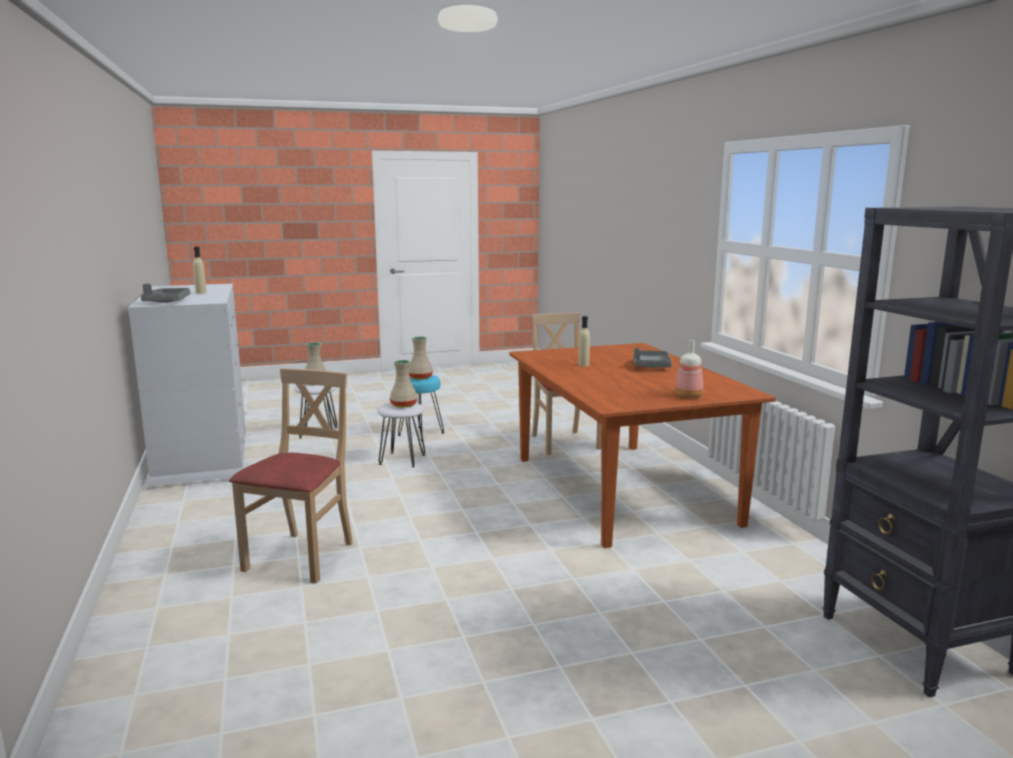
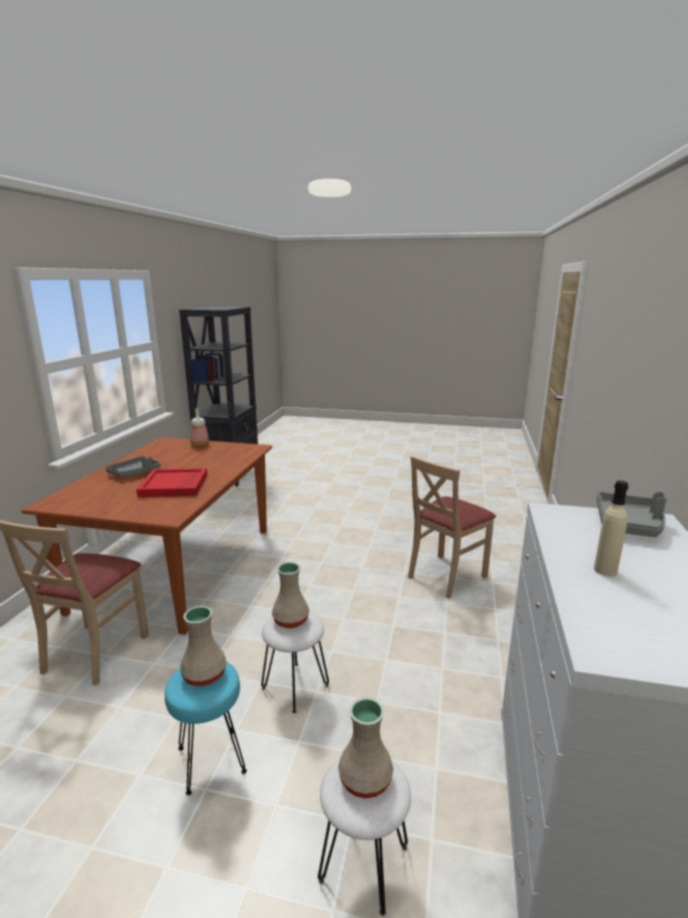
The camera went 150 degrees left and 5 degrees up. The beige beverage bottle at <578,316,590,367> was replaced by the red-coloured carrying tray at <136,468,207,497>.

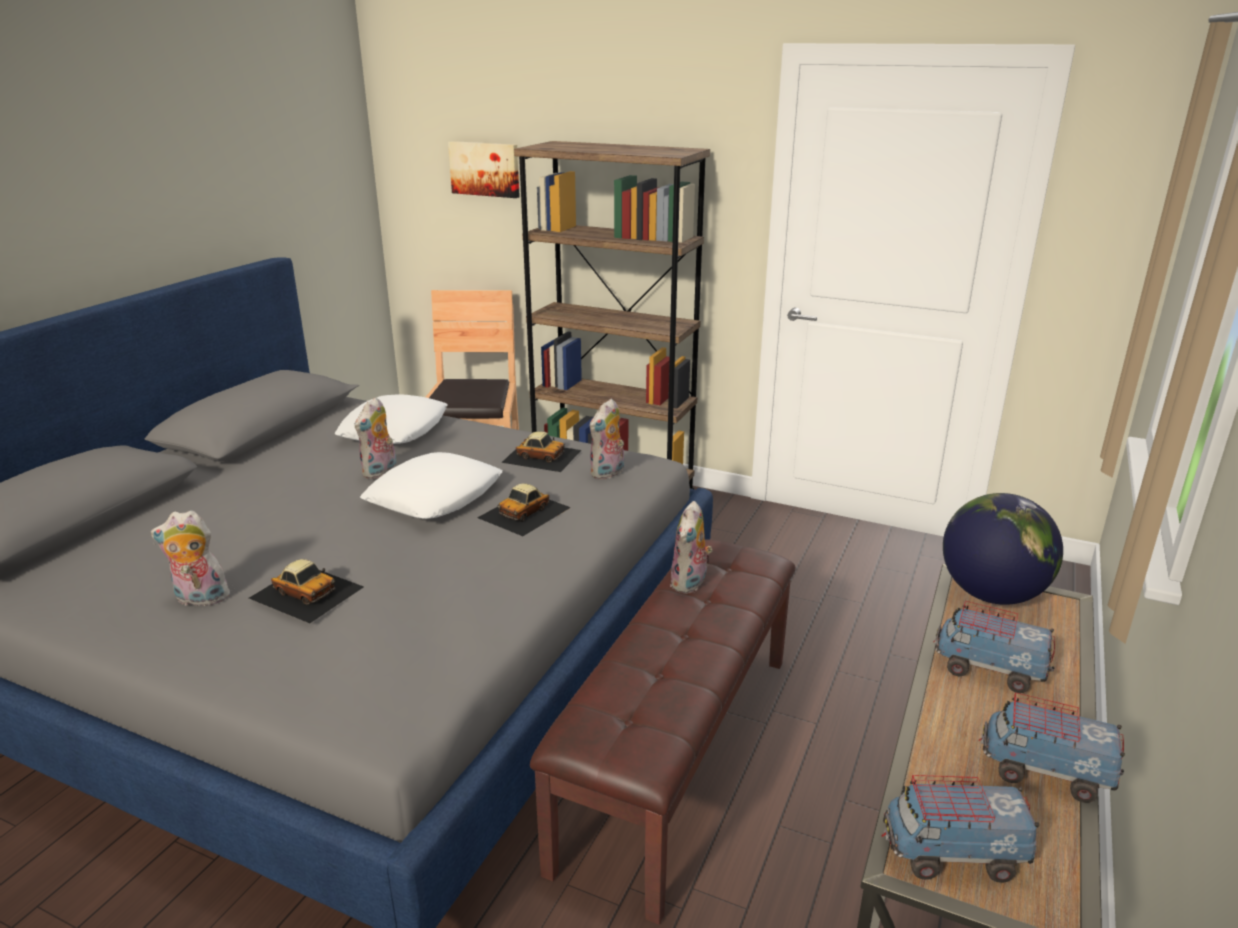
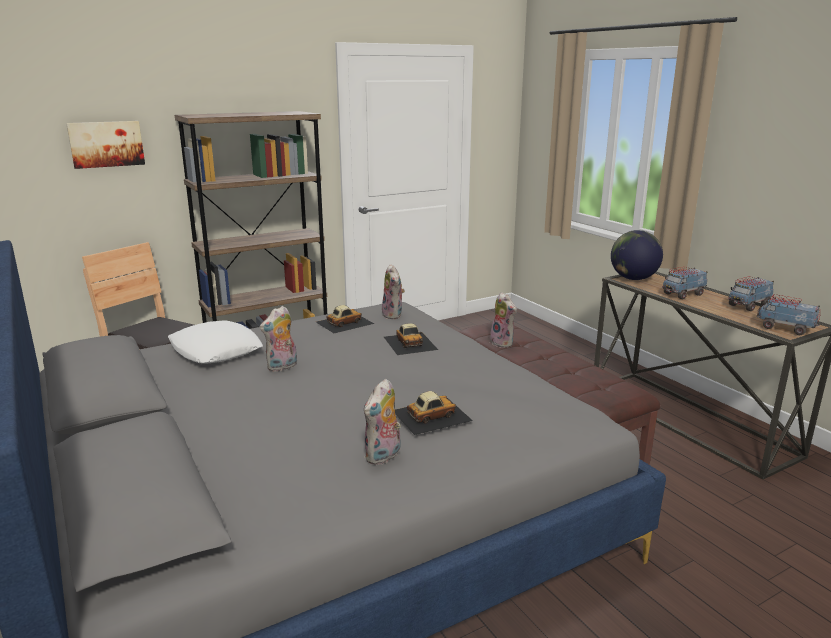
The camera went 55 degrees left and 5 degrees down. The plush toy at <354,397,397,479> turned 75 degrees clockwise. The whitish throw pillow at <360,452,502,519> disappeared. The model truck at <882,775,1039,883> turned 90 degrees clockwise.

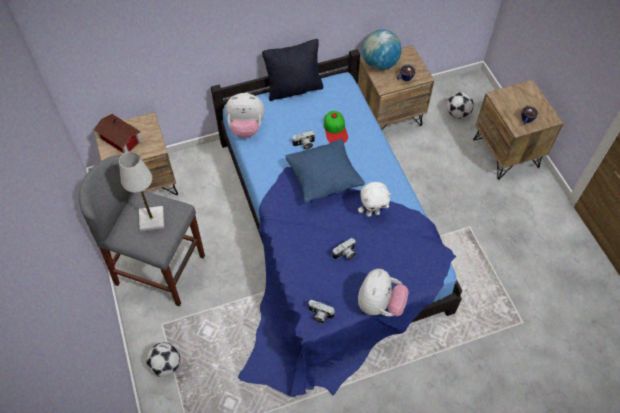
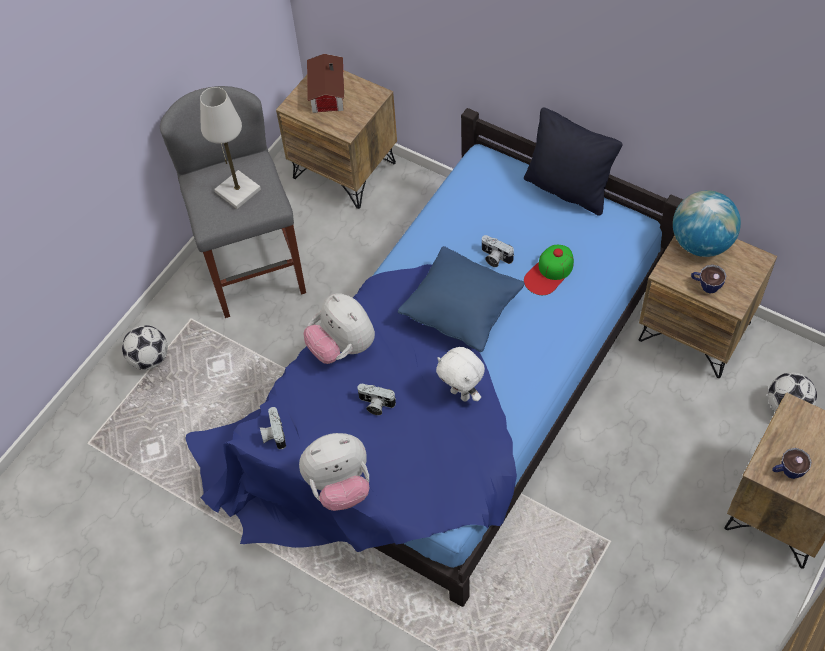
The camera went 55 degrees right and 0 degrees up. The plush toy moved from <226,93,265,138> to <303,293,375,364>.

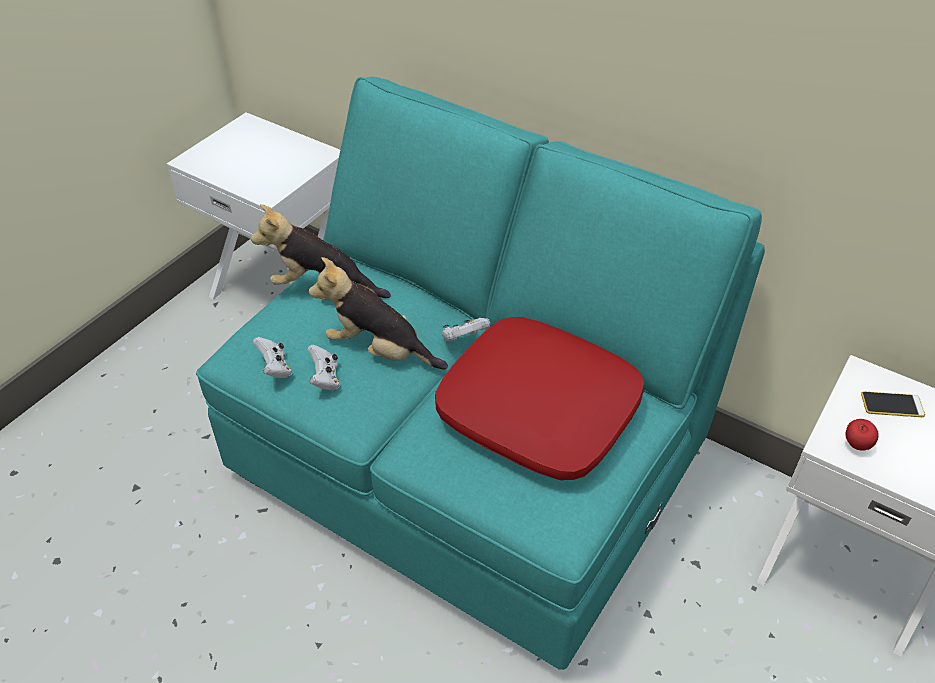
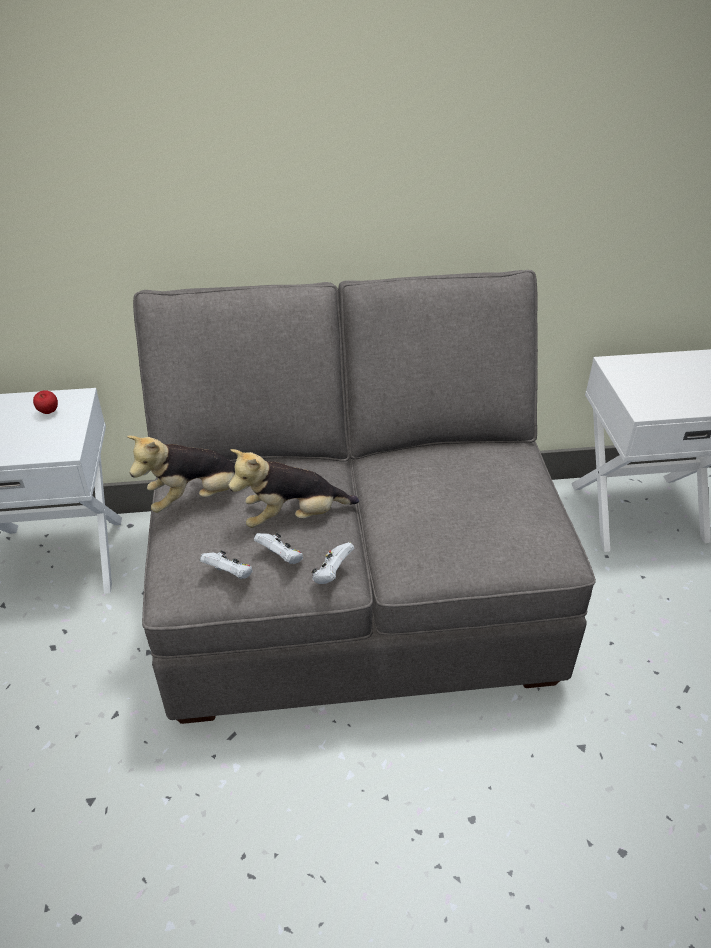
The camera went 40 degrees left and 5 degrees down. The turquoise-coloured couch at <196,77,765,670> became the grey couch at <133,270,596,724>. The red-coloured throw pillow at <435,317,644,480> disappeared. The whitish joypad moved from <442,318,490,342> to <311,542,354,584>. The phone at <861,391,925,417> disappeared. The apple moved from <845,419,879,451> to <33,390,58,414>.

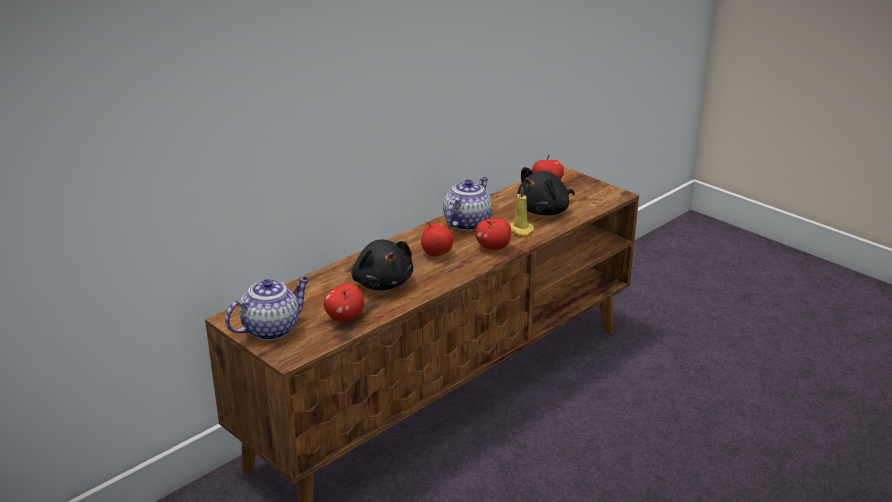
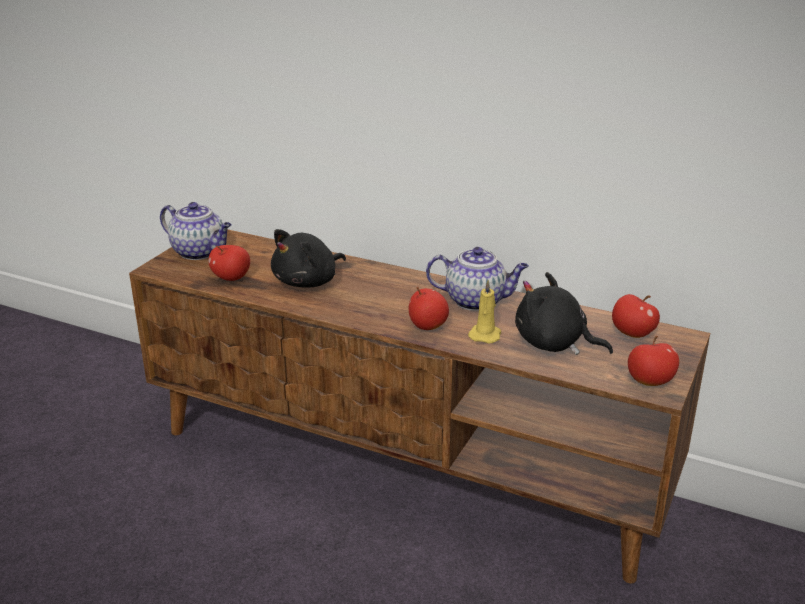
The camera went 70 degrees right and 0 degrees up. The apple moved from <421,221,453,257> to <628,336,679,386>.

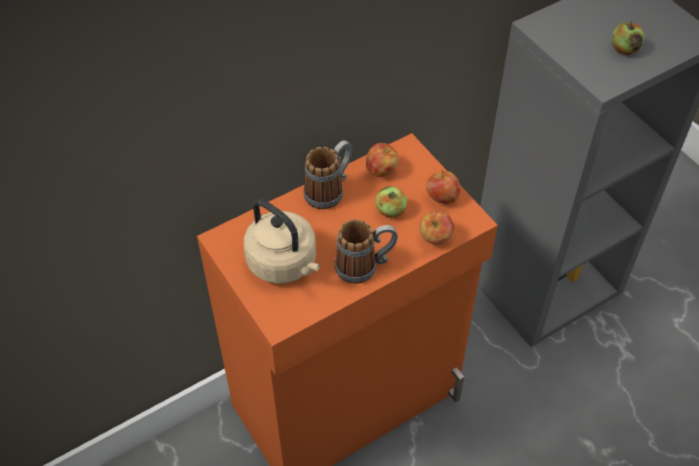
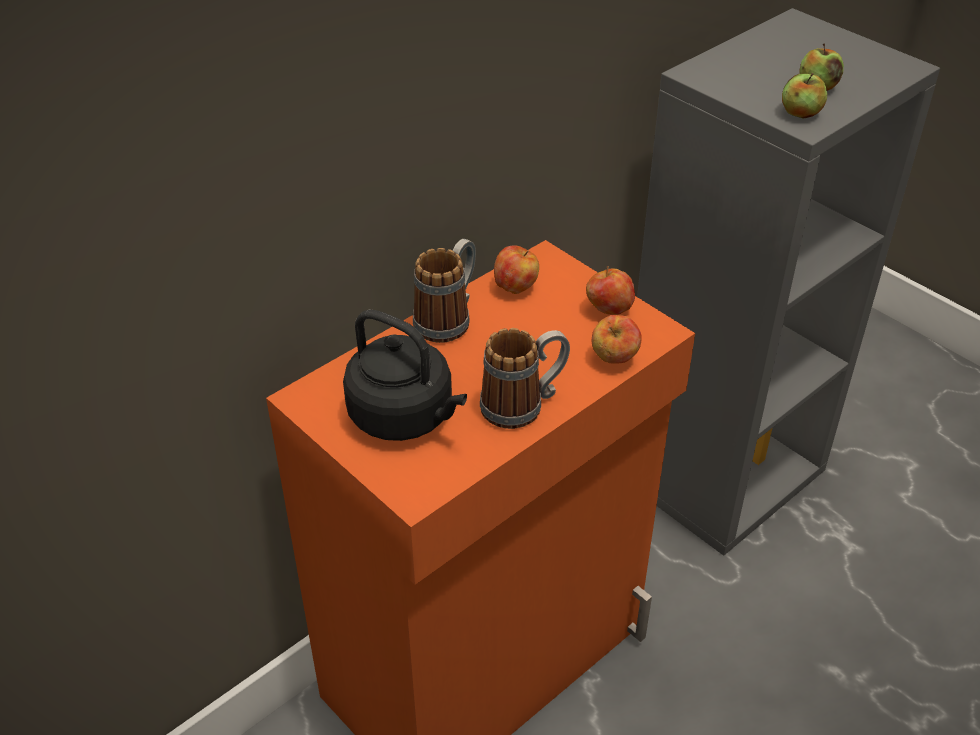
The camera went 10 degrees left and 10 degrees down. The apple moved from <376,186,407,218> to <782,73,827,119>. The beige water kettle at <244,199,320,284> became the black water kettle at <343,310,467,441>.

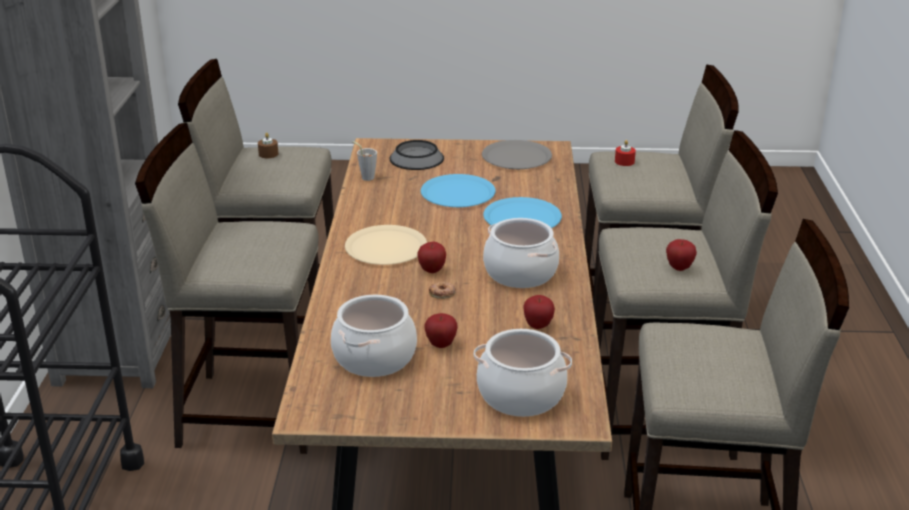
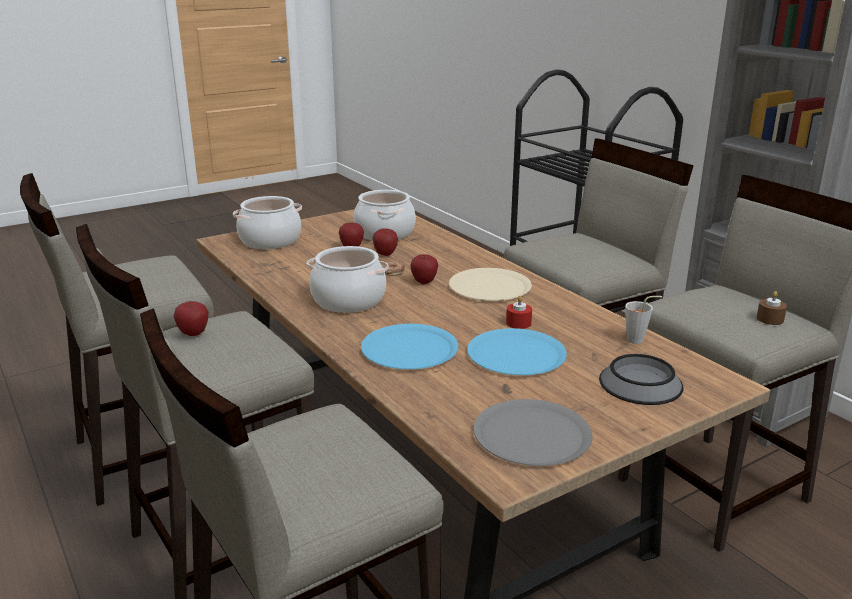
The camera went 145 degrees right and 5 degrees down. The red-coloured wax light moved from <615,140,636,166> to <506,296,532,329>. The apple moved from <523,295,555,329> to <372,228,398,256>.

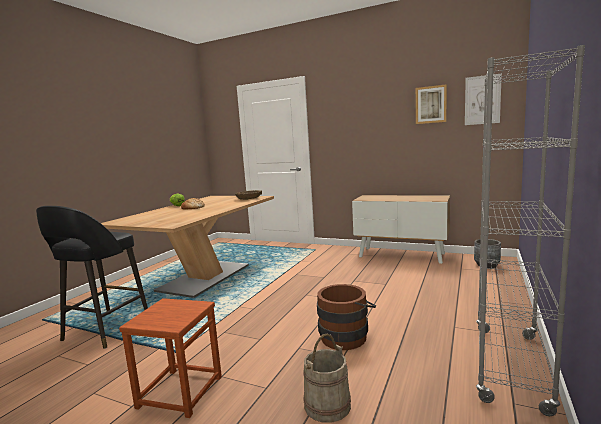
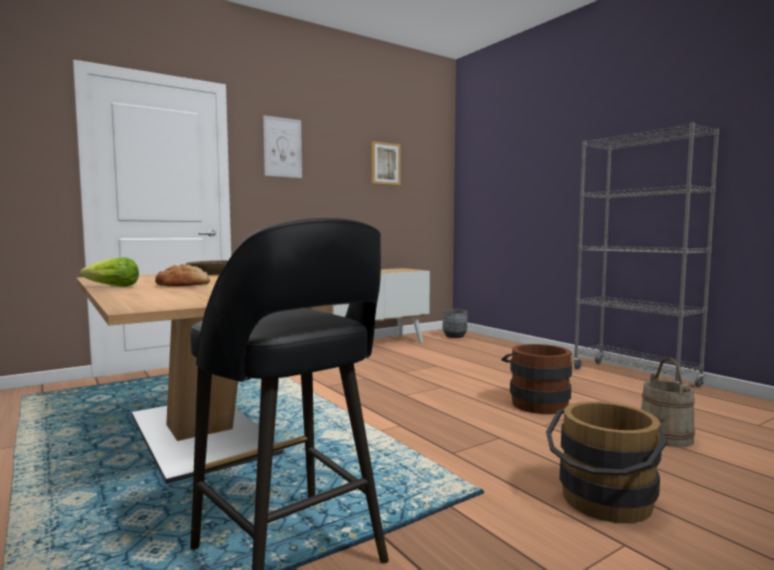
The camera went 60 degrees left and 5 degrees down. The wall art moved from <465,74,502,125> to <263,115,302,178>. The brown-coloured sitting stool at <119,298,222,418> was replaced by the brown-coloured bucket at <546,401,667,523>.

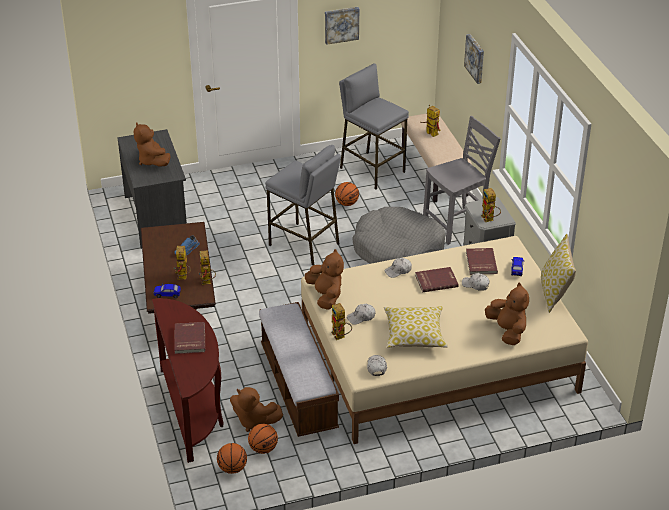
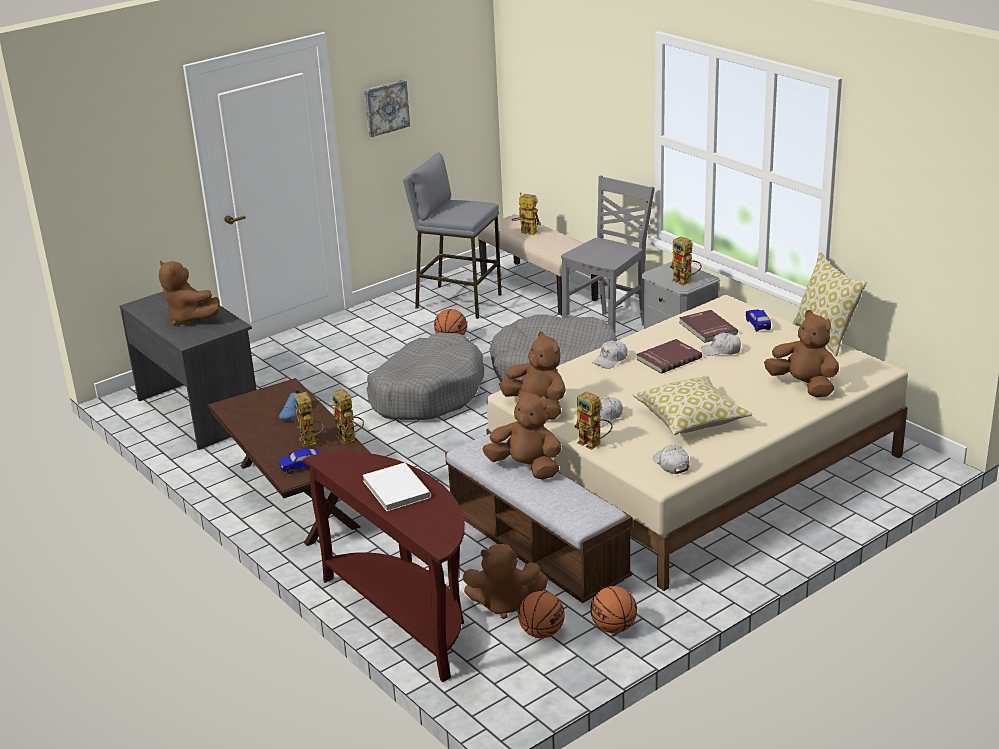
The camera went 20 degrees left and 10 degrees down. The wall art at <464,34,484,84> disappeared. The grey sitting stool at <265,145,341,265> was replaced by the grey pet bed at <367,333,484,420>. The red-coloured bound book at <174,322,205,354> became the whitish bound book at <363,463,431,511>. The basketball ball moved from <217,443,247,474> to <591,586,637,633>. The brown-coloured plush toy at <483,389,561,480> appeared.

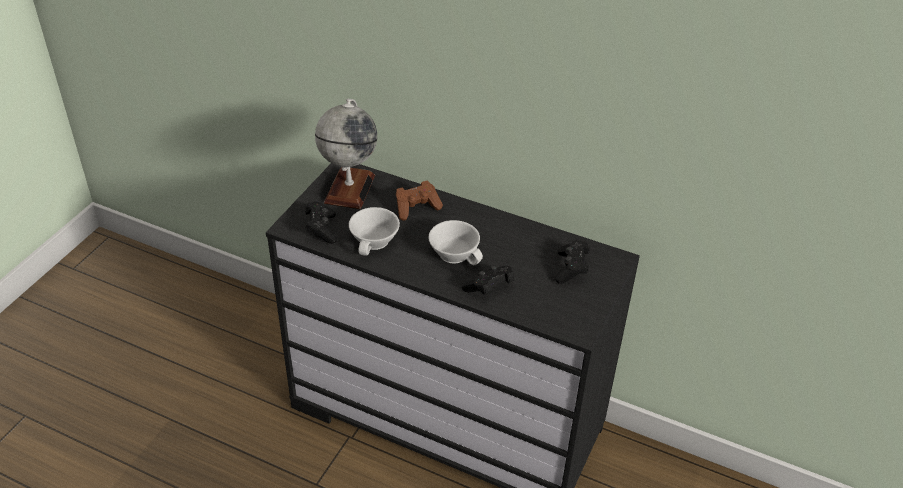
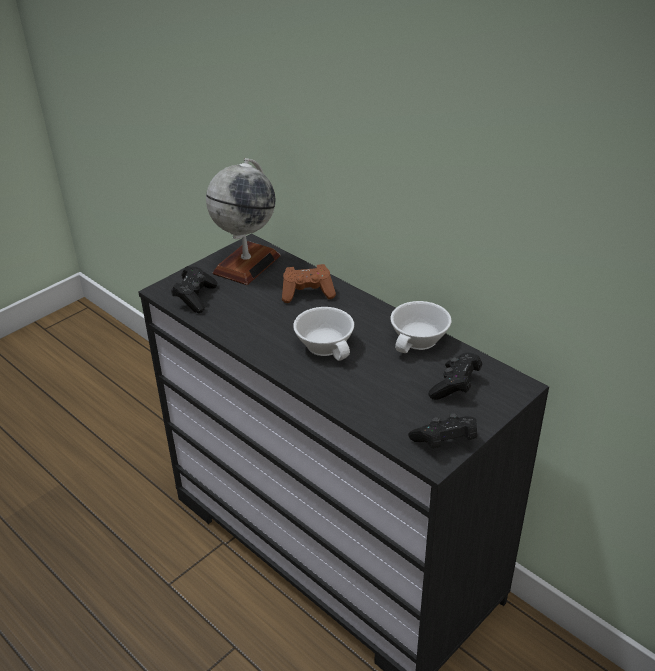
The camera went 20 degrees right and 5 degrees down. The whitish drinking cup moved from <349,207,400,256> to <390,301,451,353>. The black joypad moved from <462,265,514,295> to <408,413,477,448>.

